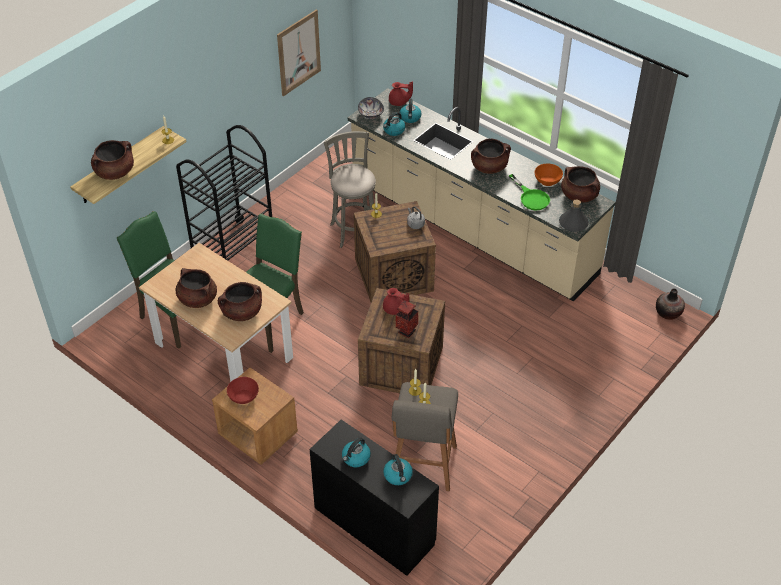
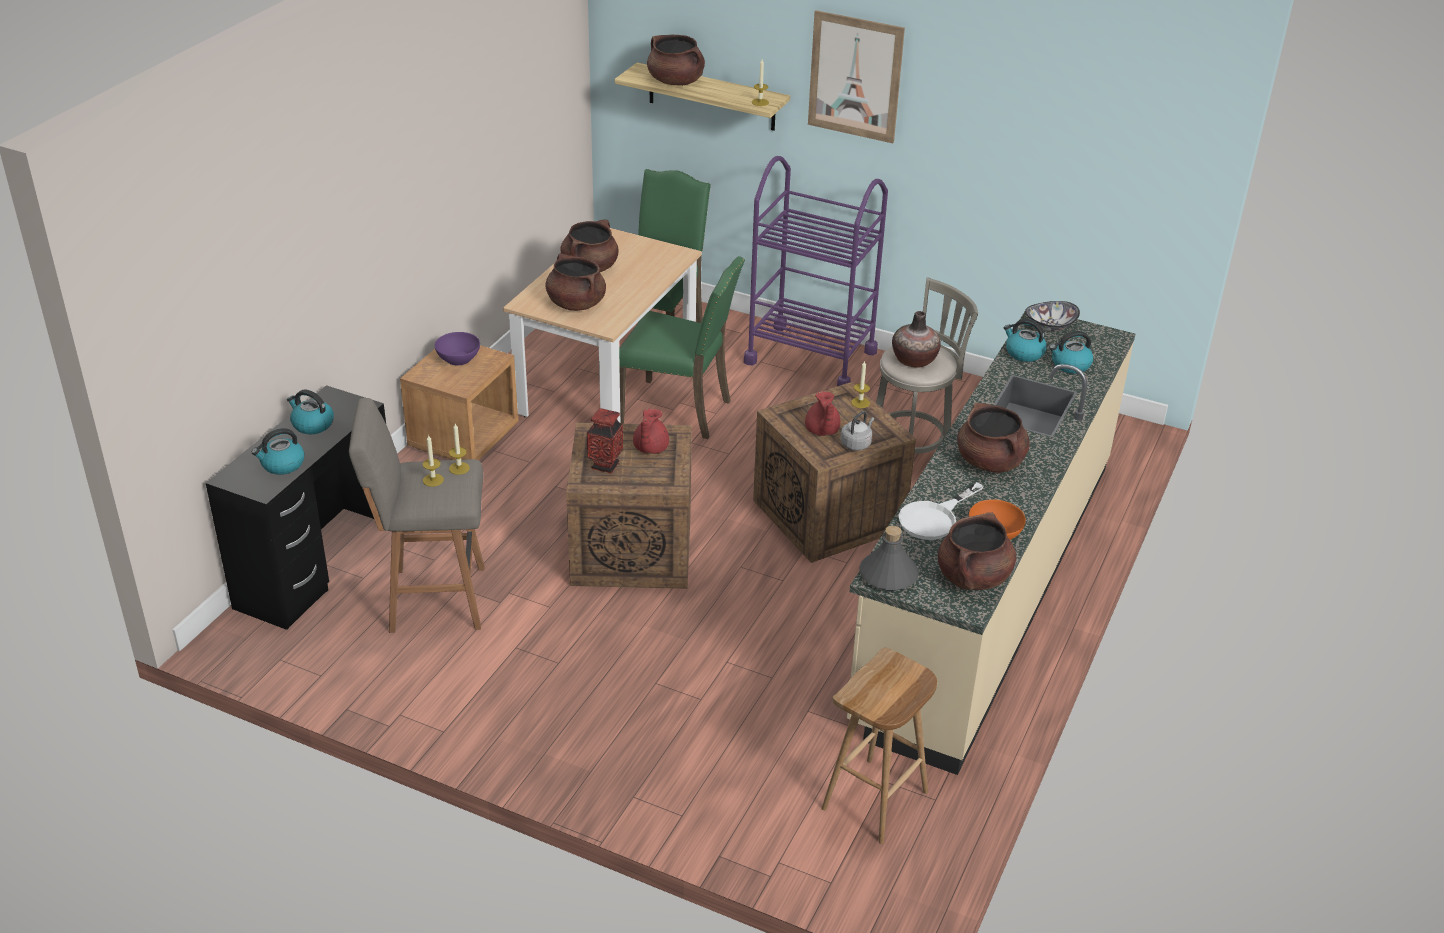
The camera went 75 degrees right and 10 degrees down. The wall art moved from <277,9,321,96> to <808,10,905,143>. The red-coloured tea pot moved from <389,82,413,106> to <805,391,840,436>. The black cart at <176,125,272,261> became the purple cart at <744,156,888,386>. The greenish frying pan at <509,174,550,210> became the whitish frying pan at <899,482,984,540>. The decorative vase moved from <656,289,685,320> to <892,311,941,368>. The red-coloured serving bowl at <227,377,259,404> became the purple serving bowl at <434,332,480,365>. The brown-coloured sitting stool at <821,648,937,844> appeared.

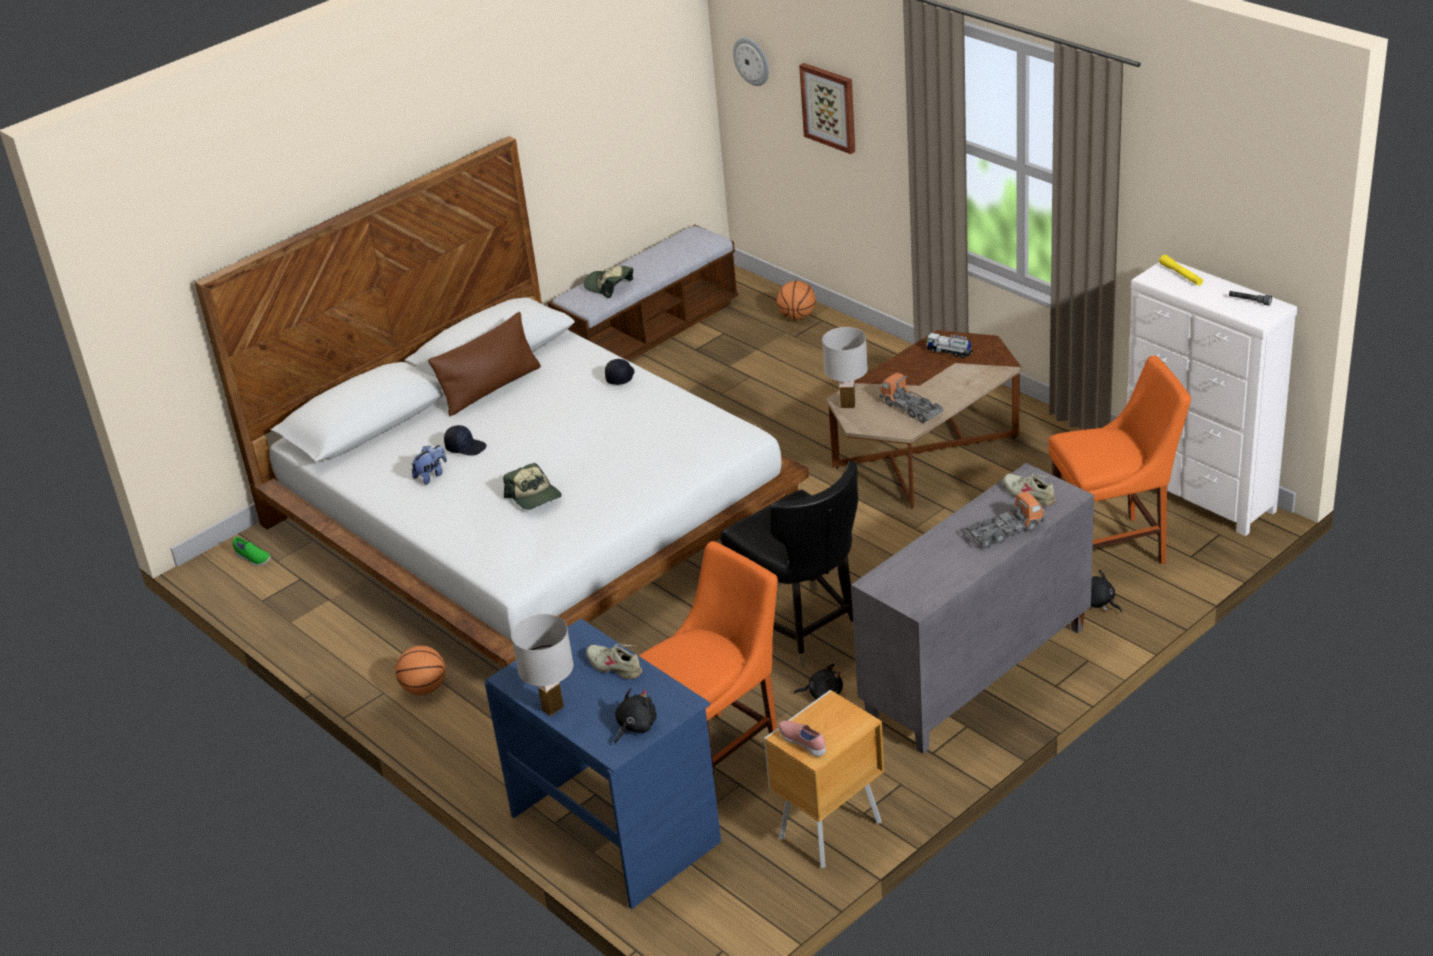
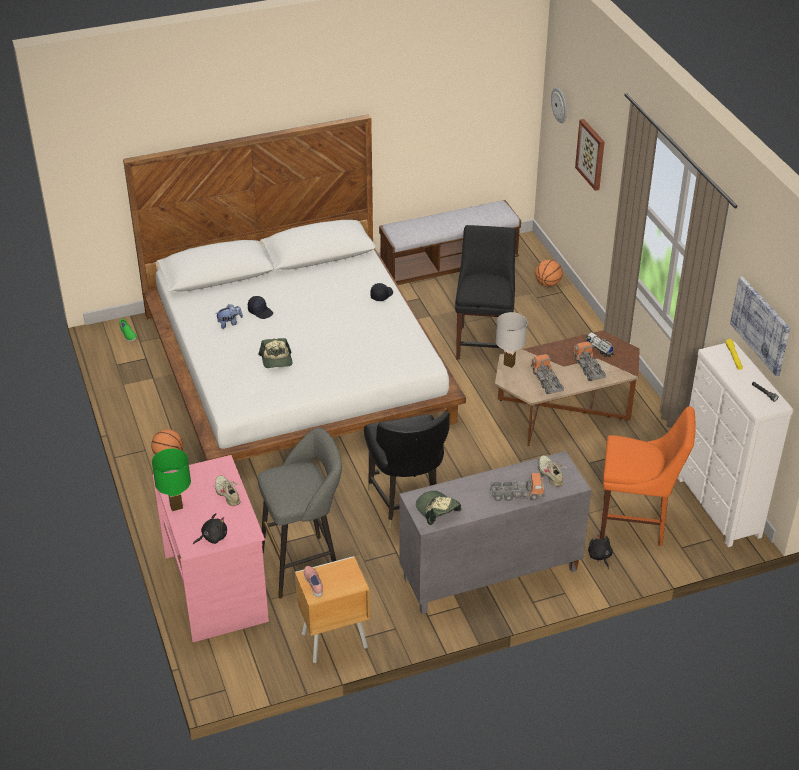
The camera went 20 degrees right and 5 degrees up. The cap moved from <584,266,633,298> to <416,490,461,525>. The brown-coloured throw pillow at <428,312,541,416> disappeared. The orangey chair at <639,541,778,792> was replaced by the grey sitting stool at <258,428,342,599>. The whitish table lamp at <511,614,574,716> became the greenish table lamp at <152,448,191,511>. The blue desk unit at <485,619,721,909> became the pinkish desk unit at <152,455,269,642>. The black plush toy at <794,664,843,700> disappeared. The black chair at <455,225,516,360> appeared. The wall art at <730,276,790,376> appeared. The model truck at <573,341,606,381> appeared.

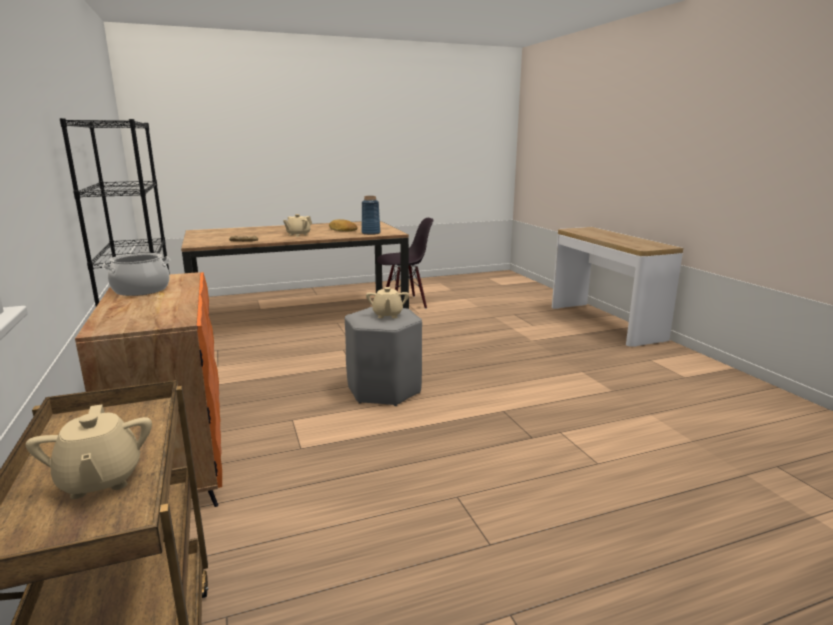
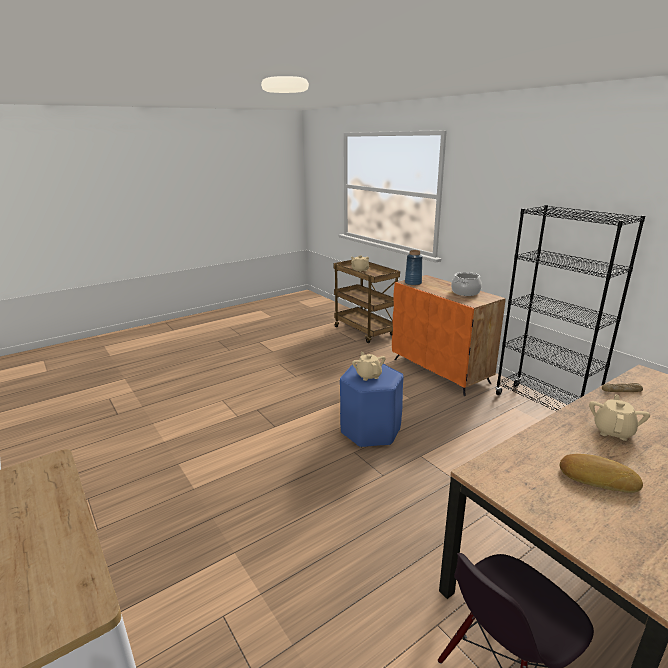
The camera went 165 degrees right and 5 degrees up. The blue decorative vase moved from <362,196,381,235> to <405,250,423,286>. The grey sitting stool at <345,307,422,406> became the blue sitting stool at <340,364,404,448>.

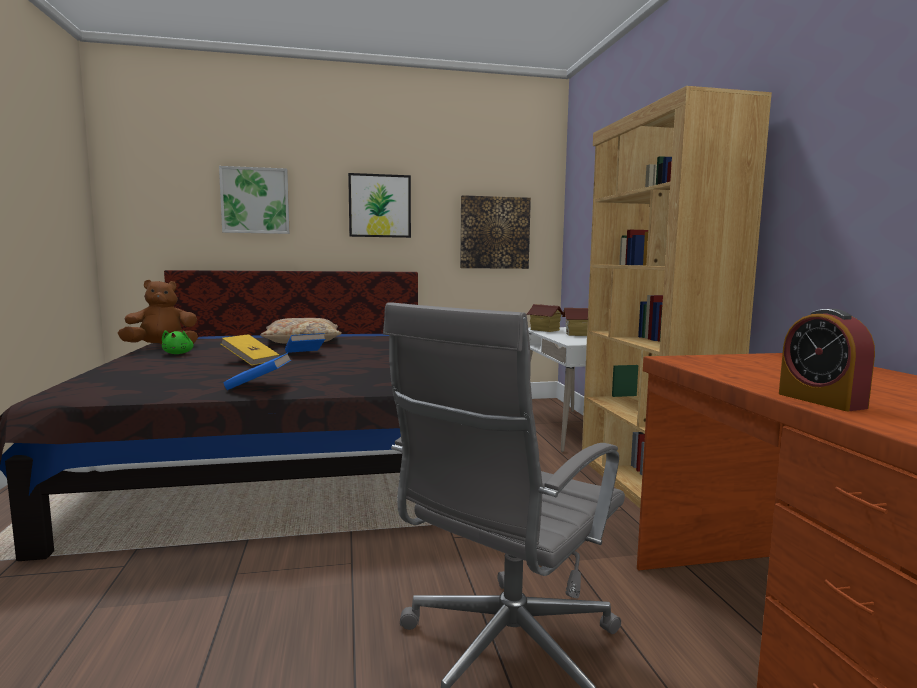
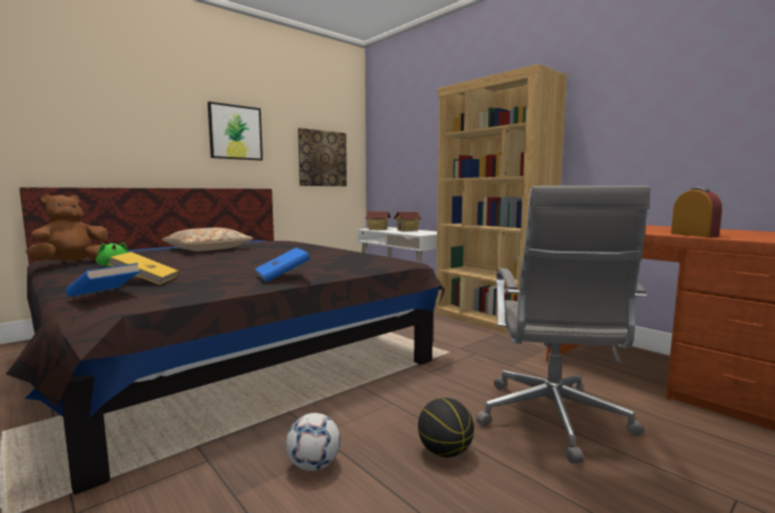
The camera went 30 degrees left and 0 degrees up. The wall art at <219,166,290,234> disappeared. The table clock at <779,309,875,411> turned 150 degrees counterclockwise. The blue bound book moved from <285,333,325,353> to <66,263,141,297>. The yellow bound book moved from <221,334,279,366> to <107,252,178,285>. The basketball ball at <418,398,474,458> appeared. The ball for football at <286,413,340,471> appeared.

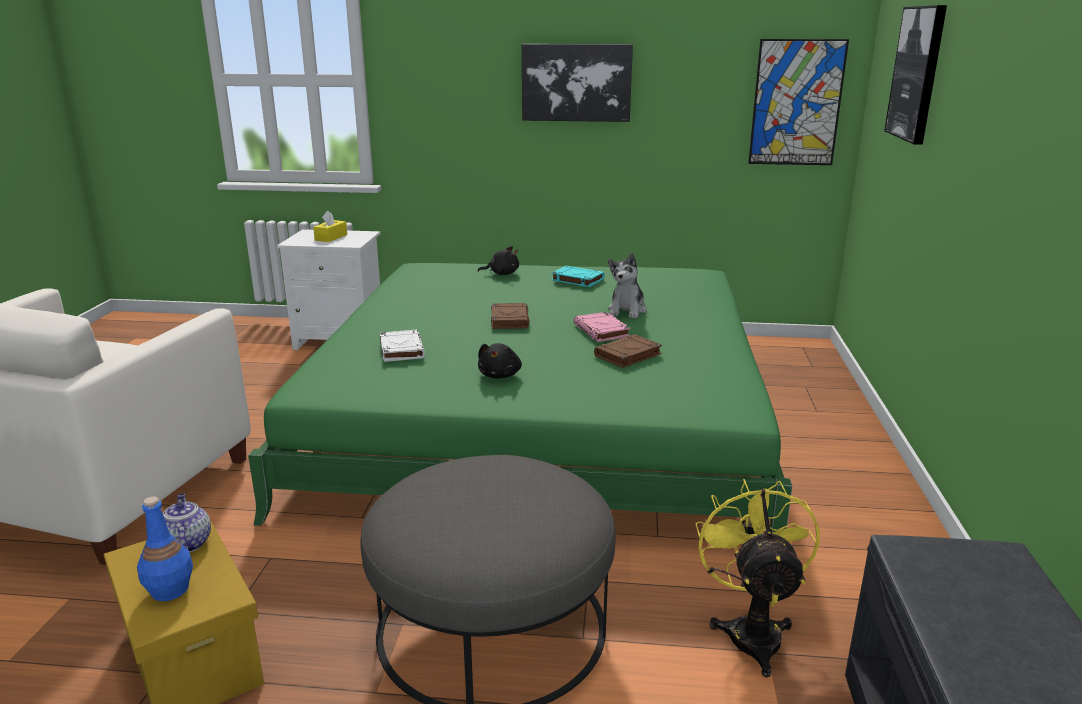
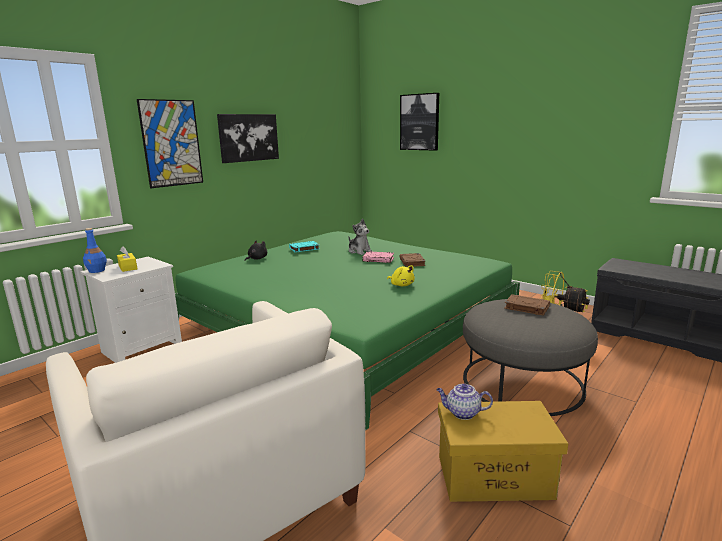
The camera went 55 degrees left and 5 degrees down. The wall art moved from <748,39,849,165> to <137,99,203,188>. The brown-coloured bound book moved from <491,303,529,329> to <504,294,550,316>. The whitish bound book at <380,330,425,362> disappeared. The black plush toy at <478,343,522,379> became the yellow plush toy at <387,265,415,286>. The blue beverage bottle moved from <137,497,193,601> to <83,228,107,273>.

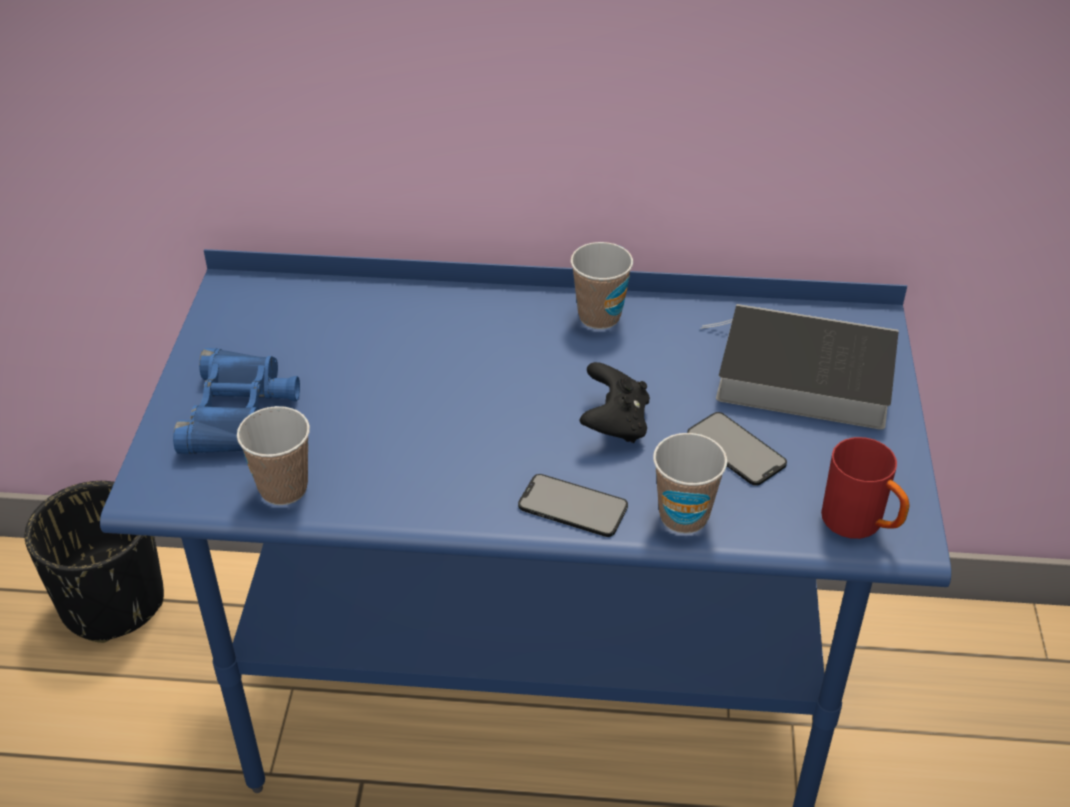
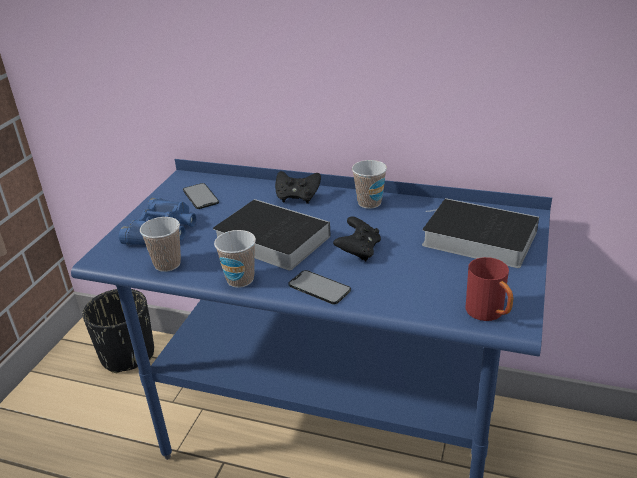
The camera went 15 degrees right and 10 degrees down. The phone moved from <687,412,787,486> to <183,183,219,209>. The drinking cup moved from <653,433,727,534> to <214,230,256,288>. The black joypad at <275,171,321,204> appeared. The bound book at <213,199,331,270> appeared.

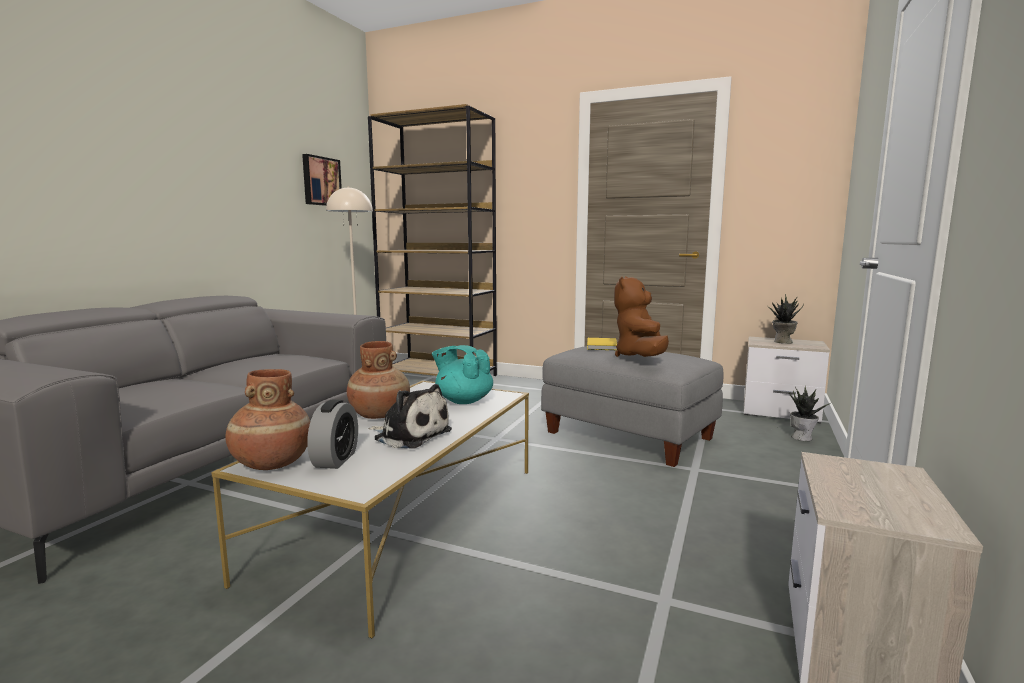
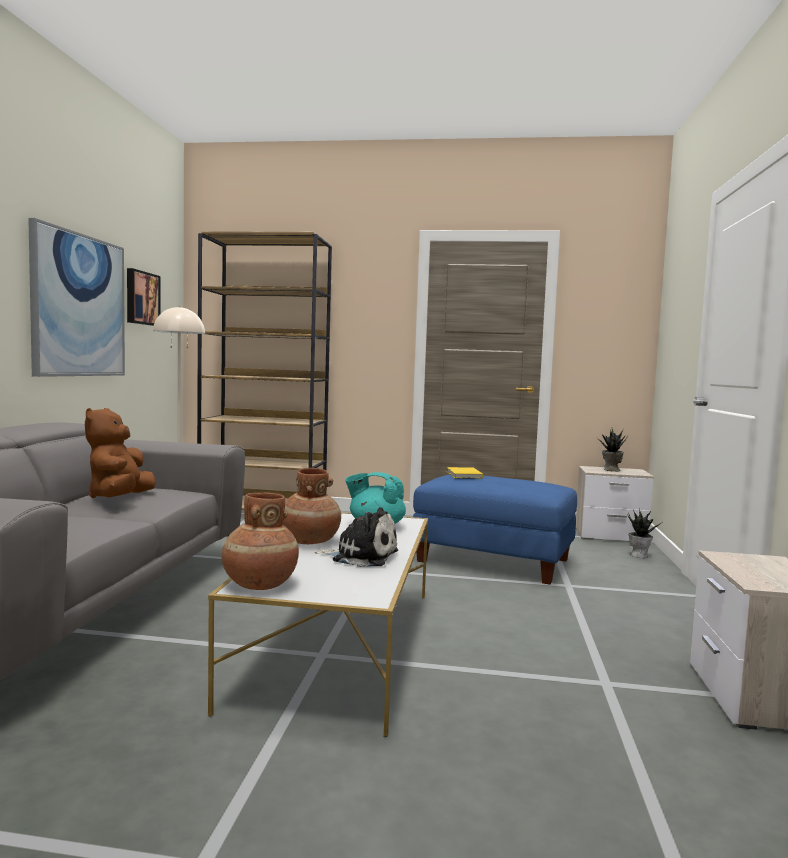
The camera went 15 degrees left and 5 degrees down. The brown-coloured plush toy moved from <614,276,669,357> to <85,408,156,498>. The grey pouffe at <541,346,723,467> became the blue pouffe at <413,475,577,585>. The table clock at <307,400,358,469> disappeared. The wall art at <28,218,125,377> appeared.

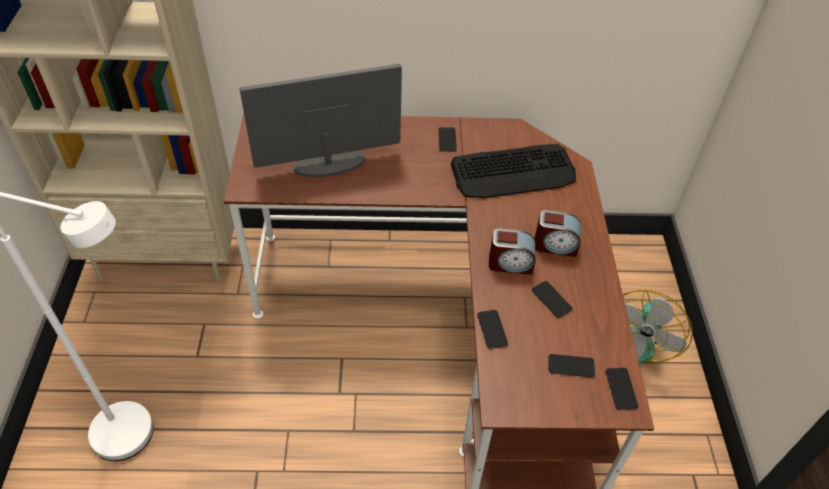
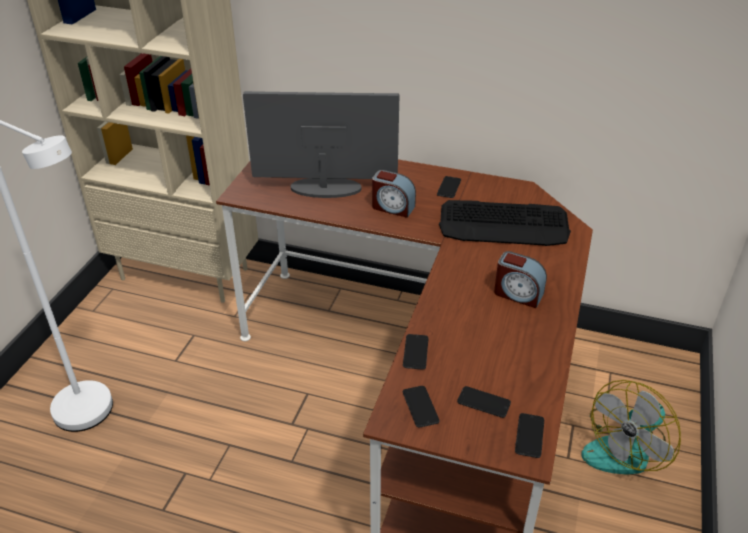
The camera went 20 degrees right and 10 degrees down. The table clock moved from <489,228,535,275> to <372,170,416,218>. The phone moved from <532,281,573,318> to <403,386,440,428>.

